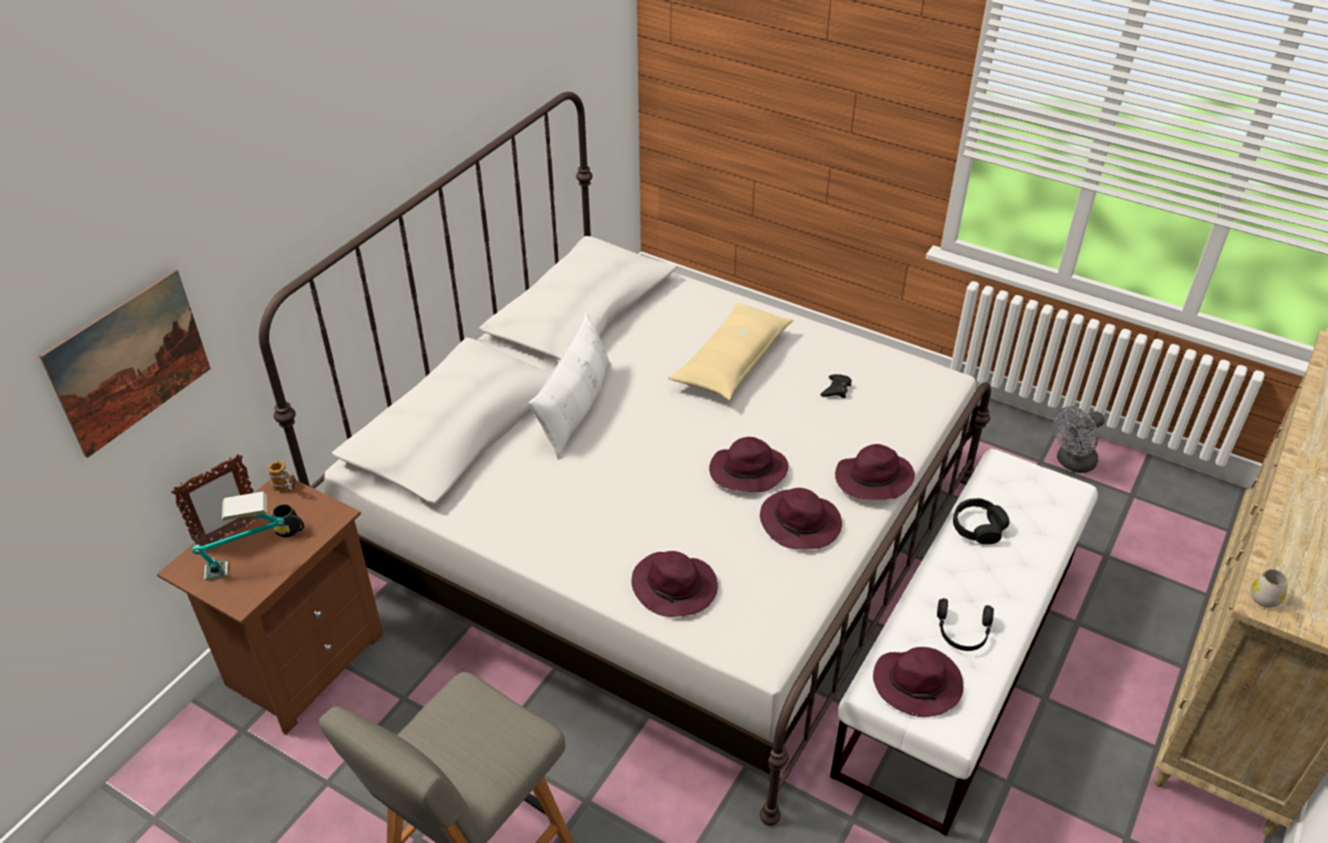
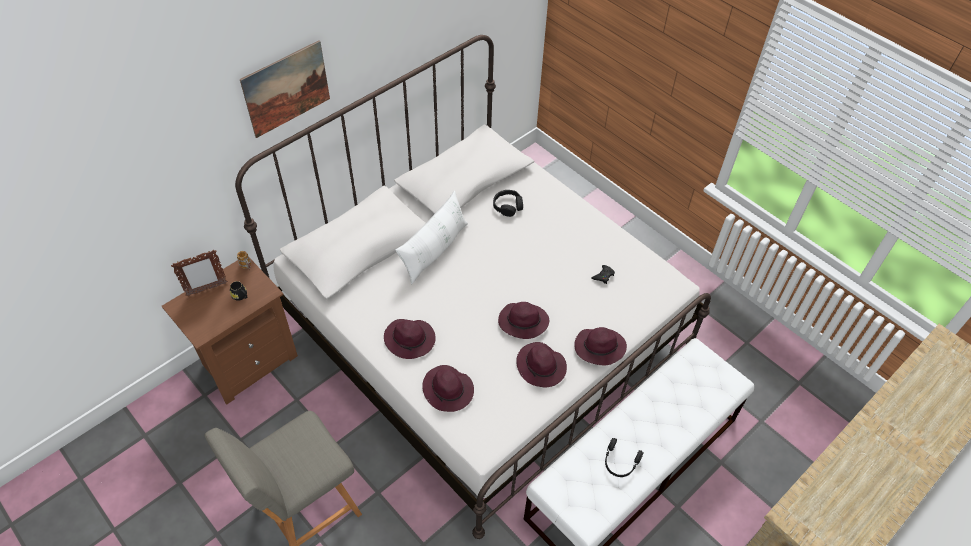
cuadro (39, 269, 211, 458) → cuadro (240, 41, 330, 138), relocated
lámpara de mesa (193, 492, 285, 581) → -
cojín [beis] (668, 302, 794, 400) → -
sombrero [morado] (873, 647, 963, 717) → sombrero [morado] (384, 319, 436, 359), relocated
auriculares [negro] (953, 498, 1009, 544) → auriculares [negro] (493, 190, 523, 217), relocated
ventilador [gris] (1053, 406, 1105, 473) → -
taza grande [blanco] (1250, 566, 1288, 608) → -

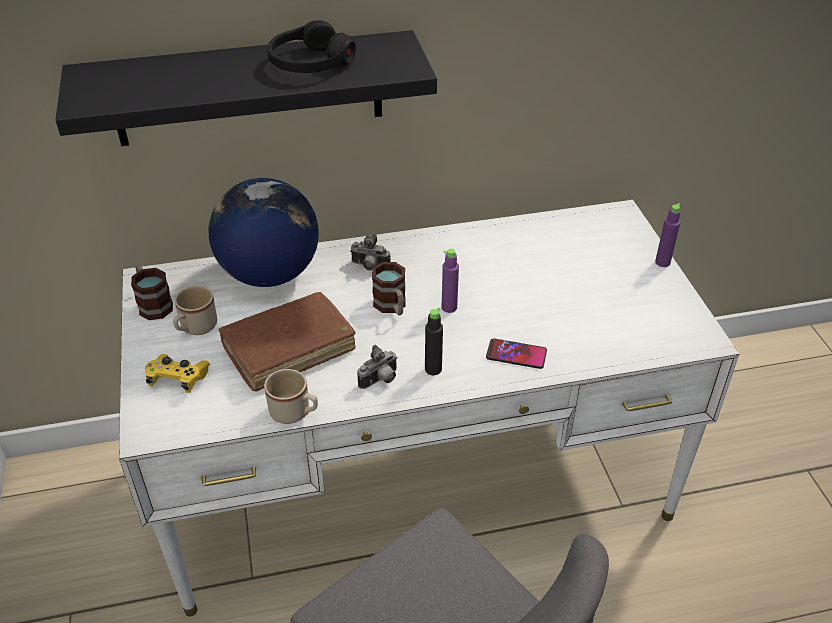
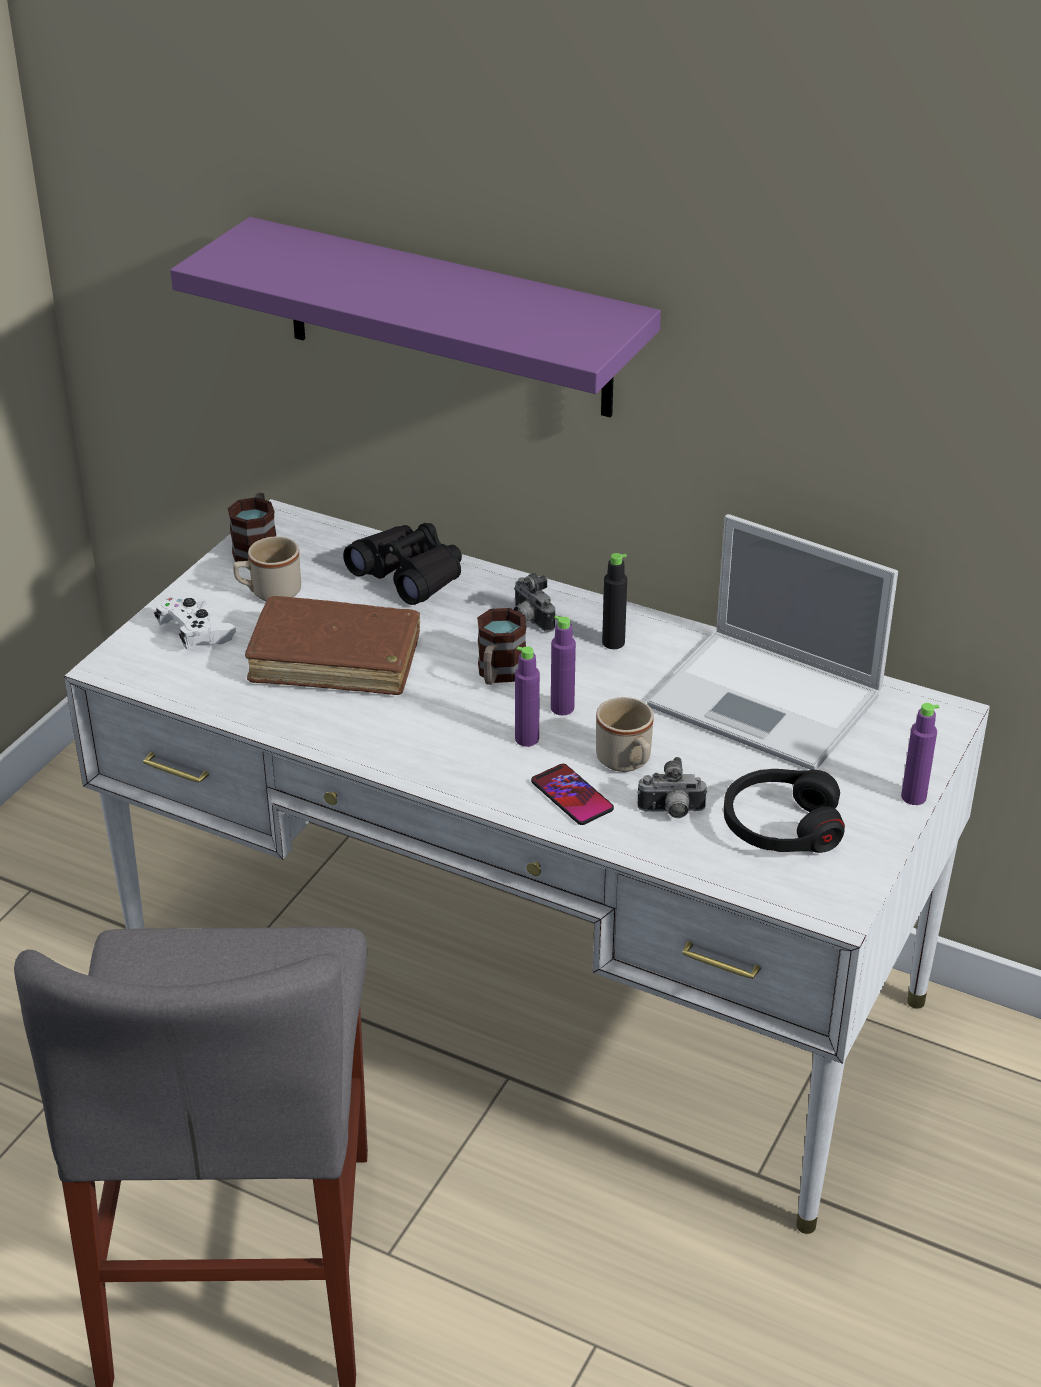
estante [negro] (56, 30, 437, 146) → estante [morado] (170, 217, 661, 418)
mando de consola [amarillo] (145, 354, 210, 393) → mando de consola [blanco] (154, 596, 236, 649)
globo terráqueo (209, 178, 319, 287) → prismáticos [negro] (343, 523, 462, 605)
taza grande [beis] (264, 369, 318, 424) → taza grande [beis] (596, 697, 654, 772), relocated
auriculares [negro] (267, 20, 356, 73) → auriculares [negro] (724, 769, 845, 853), relocated
cámara (357, 345, 398, 389) → cámara (637, 757, 707, 818), relocated
botella [negro] (425, 307, 443, 375) → botella [negro] (602, 553, 627, 649), relocated
- → botella [morado] (515, 646, 540, 747)
- → portátil (647, 514, 898, 770)

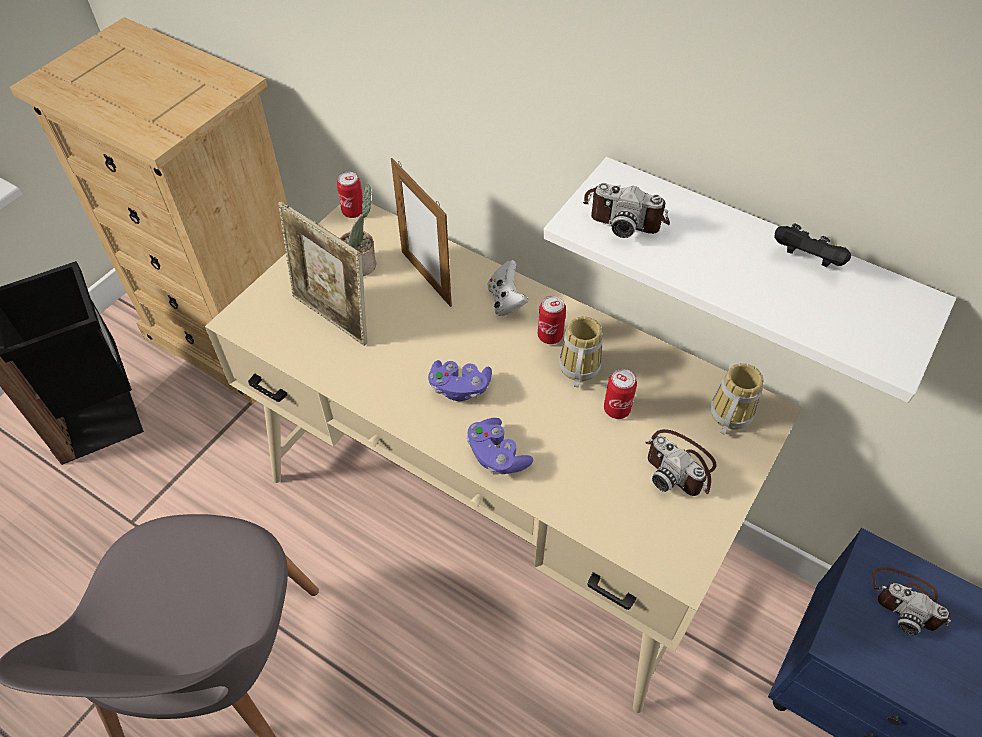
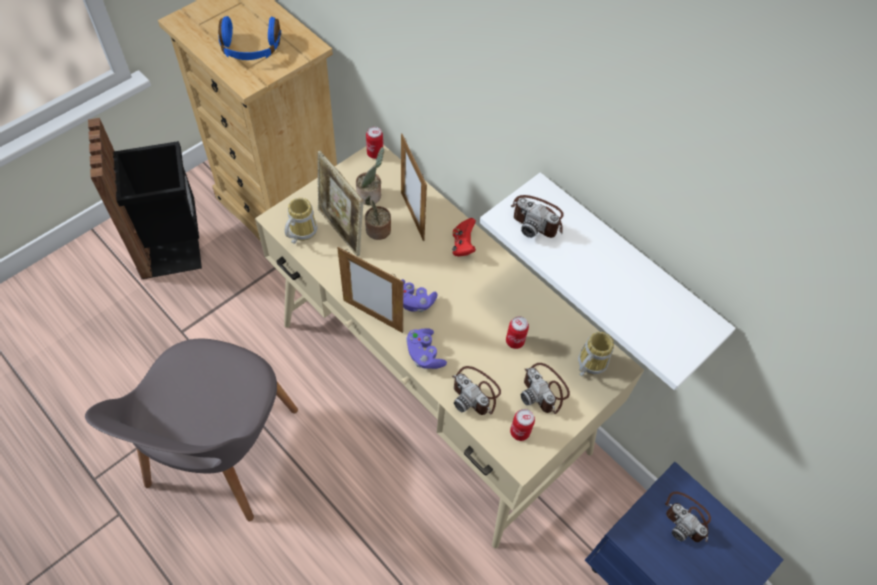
mando de consola [blanco] (487, 260, 528, 316) → mando de consola [rojo] (452, 218, 476, 257)
lata (538, 295, 566, 344) → lata (510, 409, 535, 441), relocated
taza grande (559, 316, 603, 387) → taza grande (285, 198, 318, 244), relocated
mando de consola [negro] (774, 224, 851, 267) → -
- → auriculares [azul] (218, 16, 281, 60)
- → portarretratos (337, 247, 403, 333)
- → planta en maceta (365, 196, 391, 240)
- → cámara (452, 366, 501, 415)

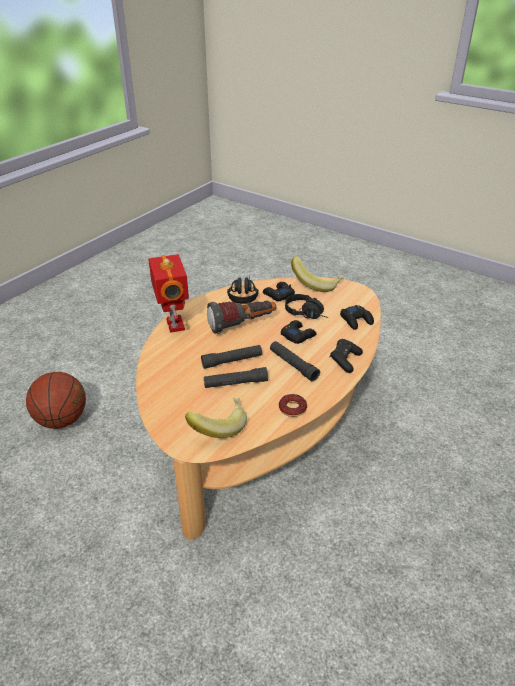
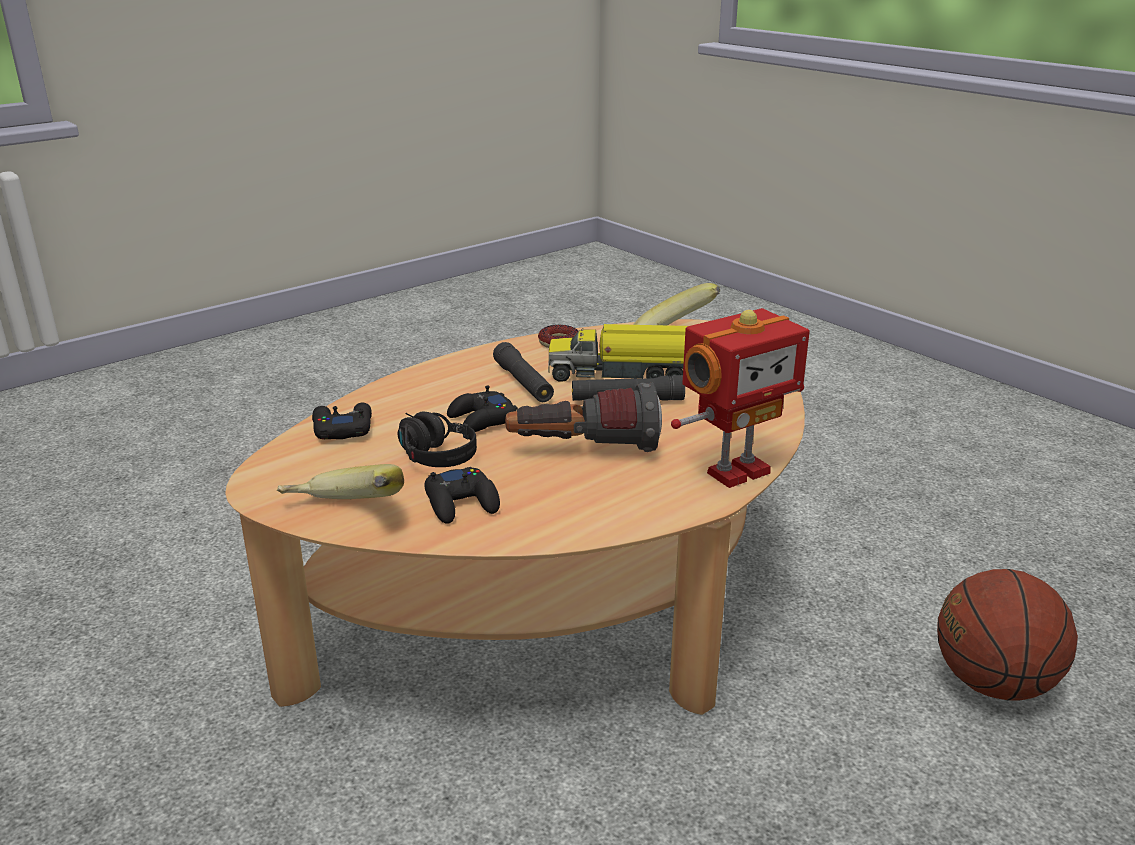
robot de juguete (148, 254, 189, 333) → robot de juguete (671, 308, 810, 488), 120 degrees counterclockwise
linterna [negro] (204, 367, 268, 388) → camión de juguete (548, 324, 687, 382)
auriculares [negro] (227, 276, 258, 304) → -
mando de consola [negro] (330, 339, 363, 373) → -

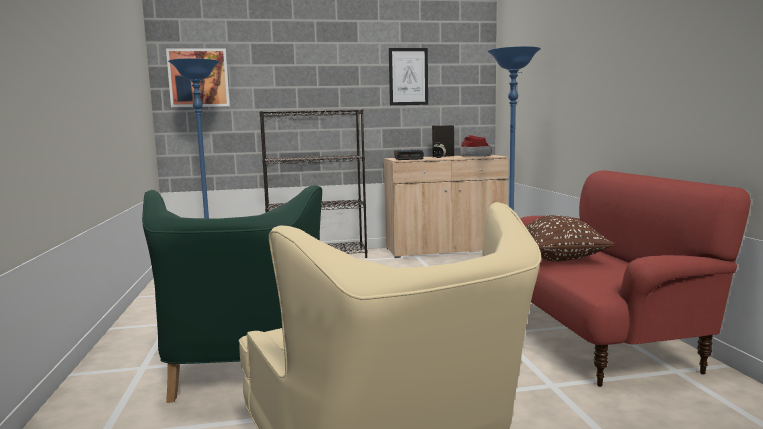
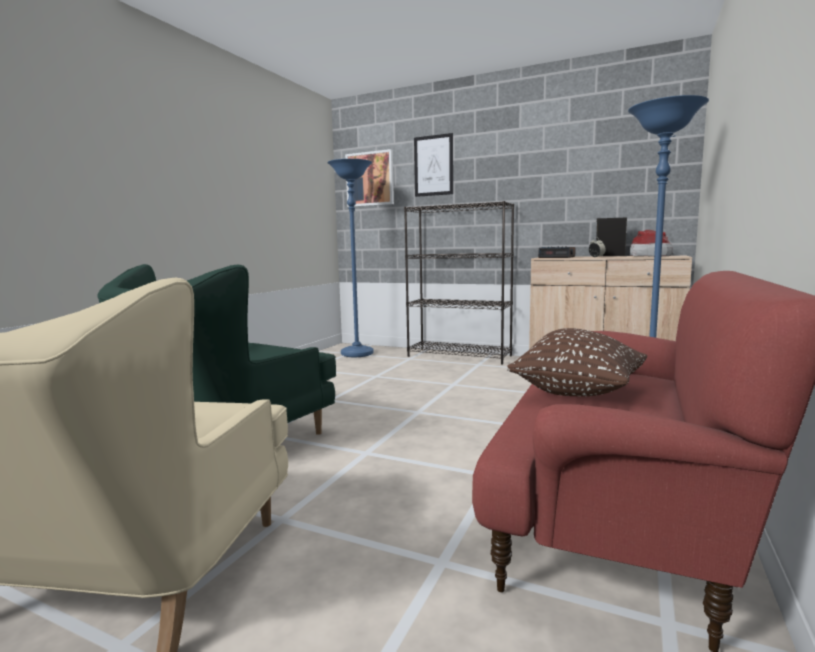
cuadro (389, 48, 428, 105) → cuadro (414, 133, 453, 197), relocated

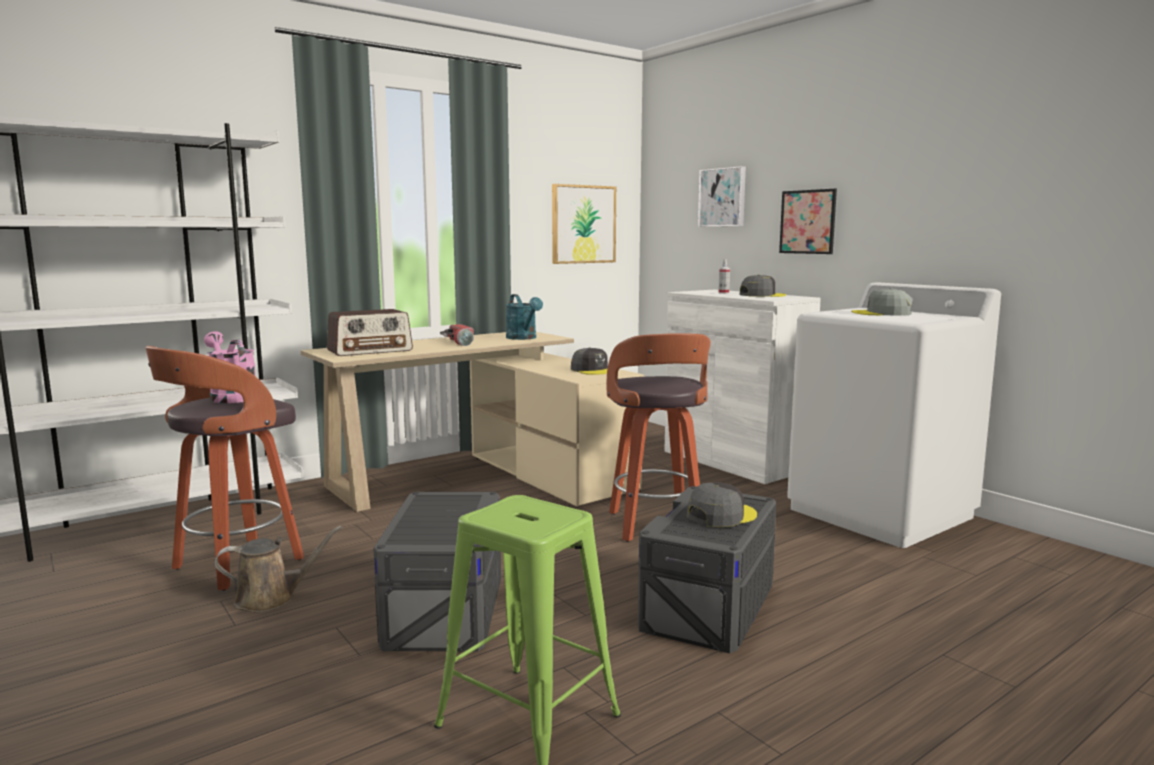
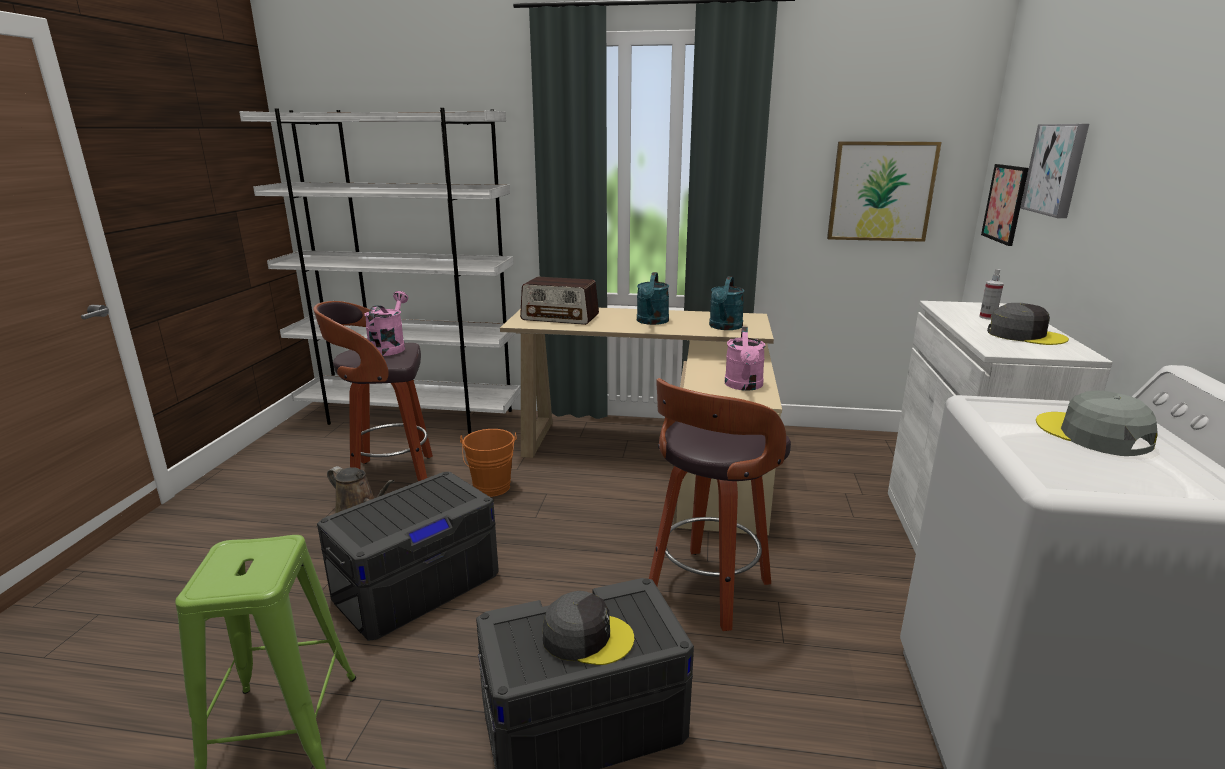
linterna (440, 324, 474, 346) → regadera [turquesa] (637, 272, 669, 325)
gorra [gris] (571, 347, 608, 375) → regadera [rosa] (725, 327, 766, 391)
cuadro (779, 189, 837, 254) → cuadro (981, 164, 1029, 246), relocated
- → cubo [naranja] (460, 429, 517, 497)

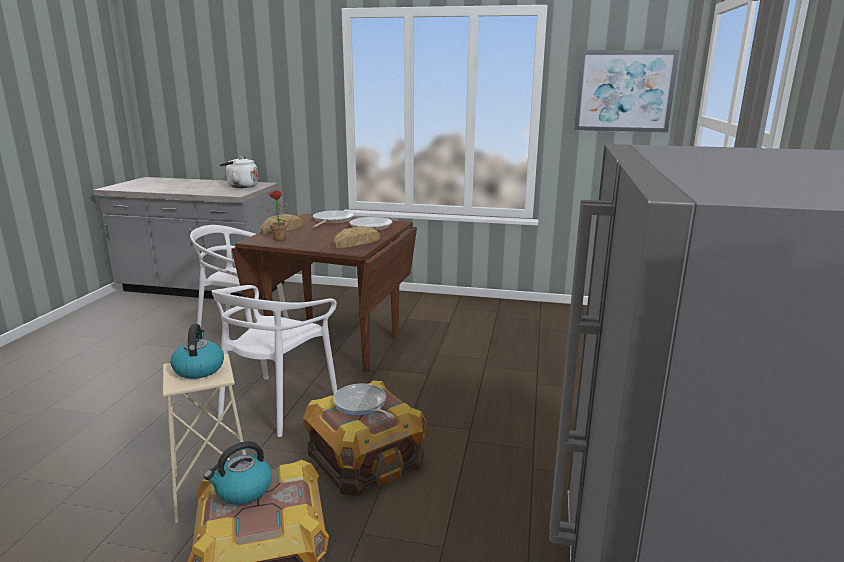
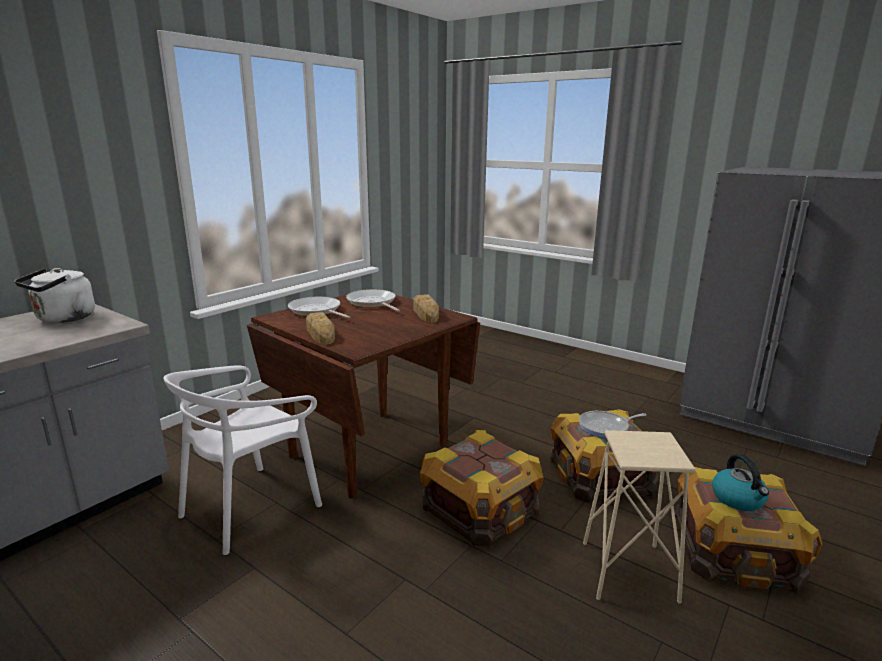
hervidor (171, 324, 224, 379) → -
silla [blanco] (212, 285, 338, 437) → caja de embalaje (420, 430, 544, 546)
planta en maceta (260, 190, 288, 241) → -
cuadro (574, 50, 680, 133) → -

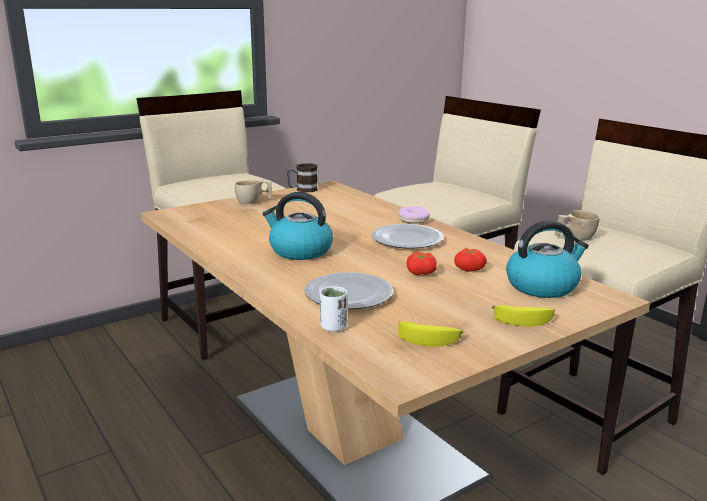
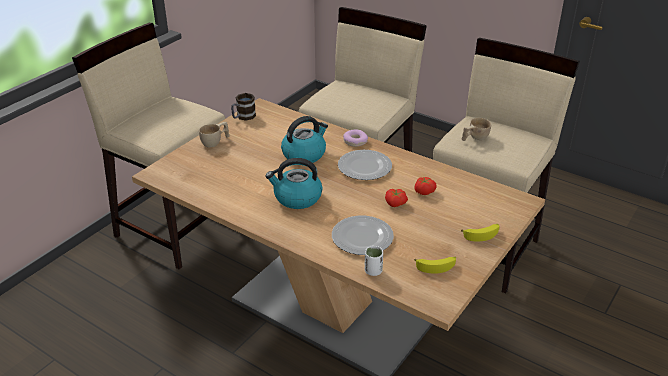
hervidor (506, 220, 589, 298) → hervidor (281, 116, 328, 163), relocated

